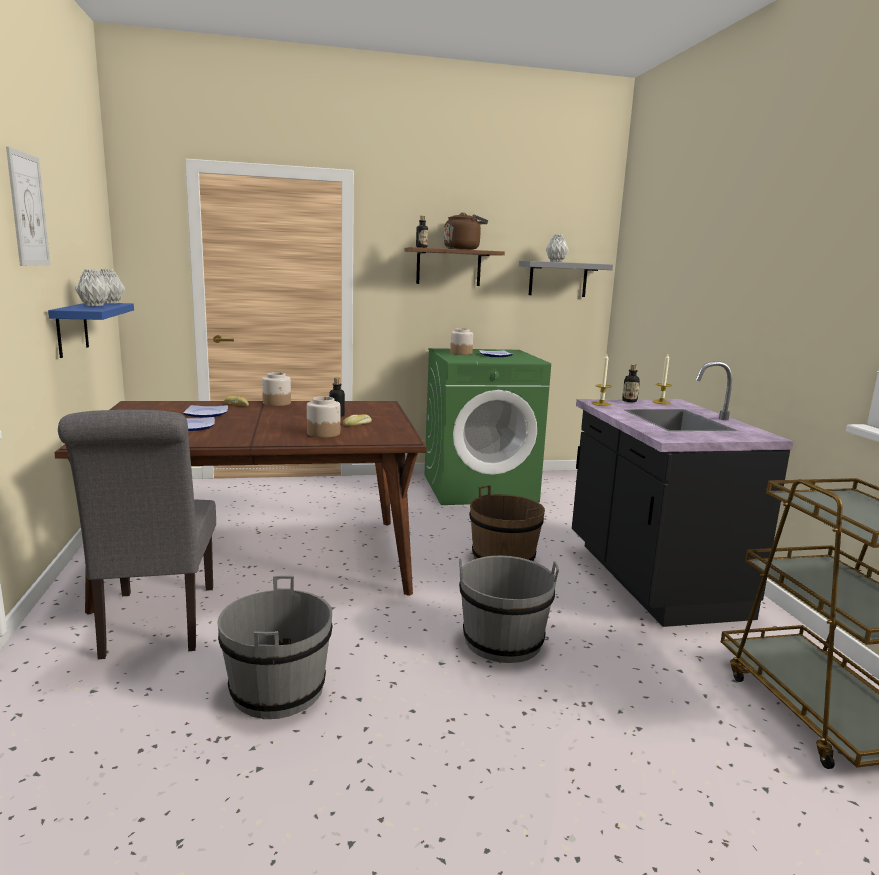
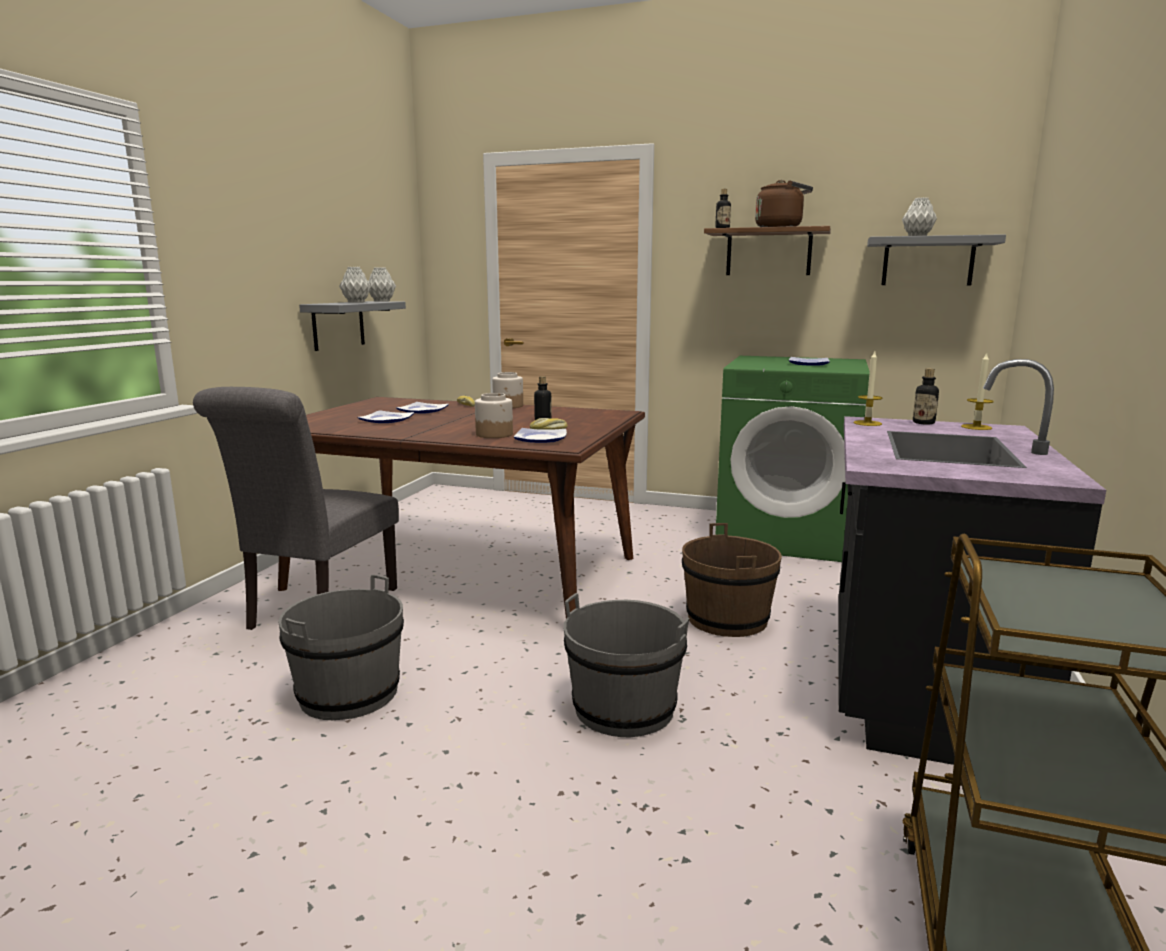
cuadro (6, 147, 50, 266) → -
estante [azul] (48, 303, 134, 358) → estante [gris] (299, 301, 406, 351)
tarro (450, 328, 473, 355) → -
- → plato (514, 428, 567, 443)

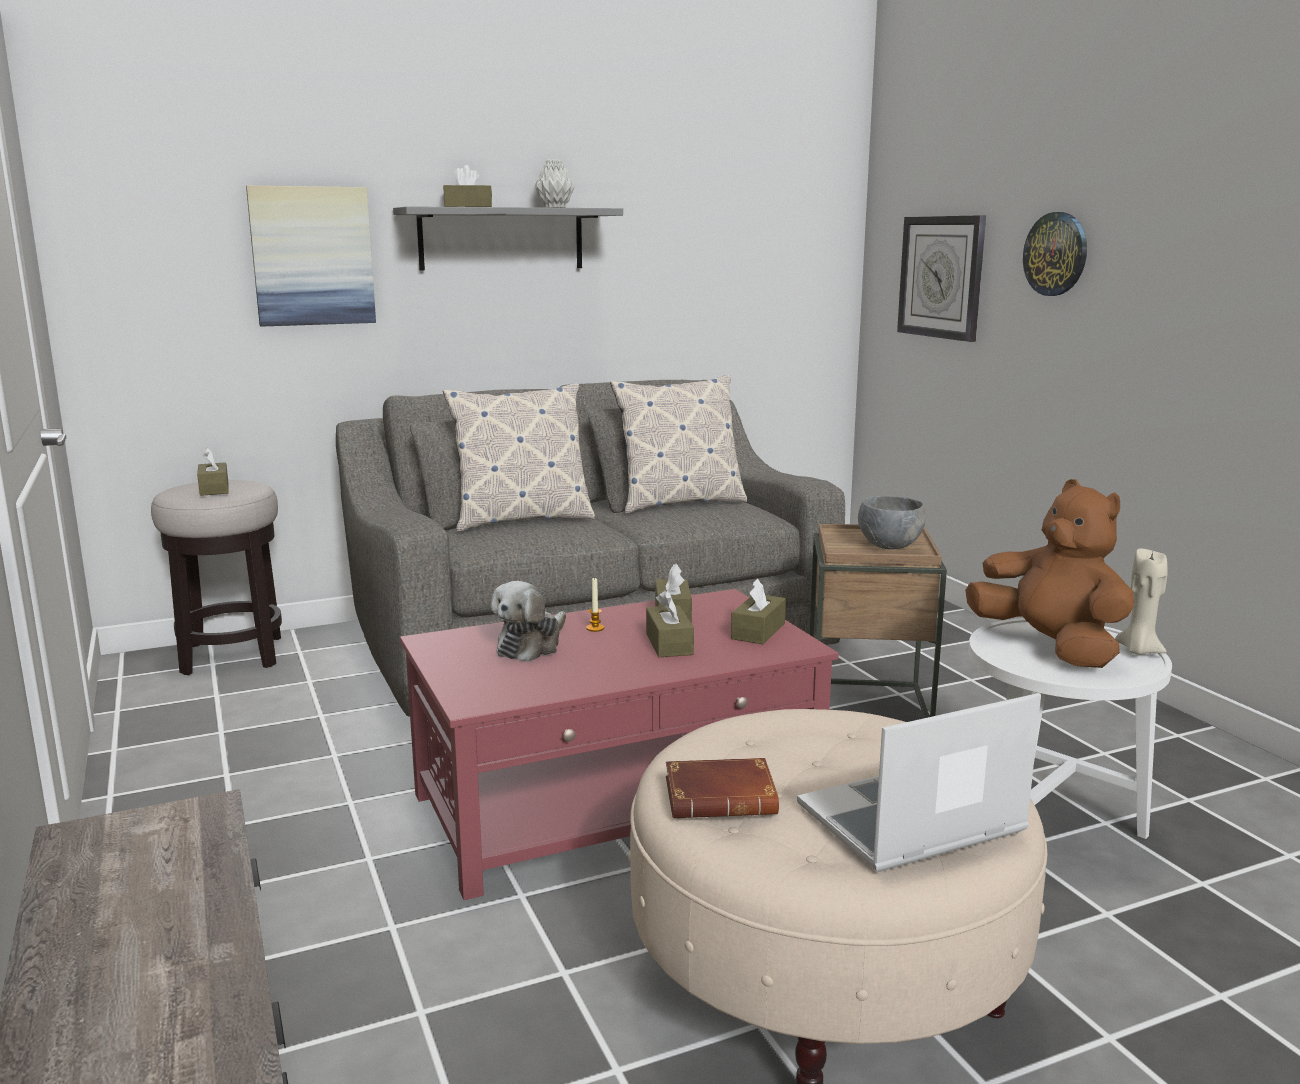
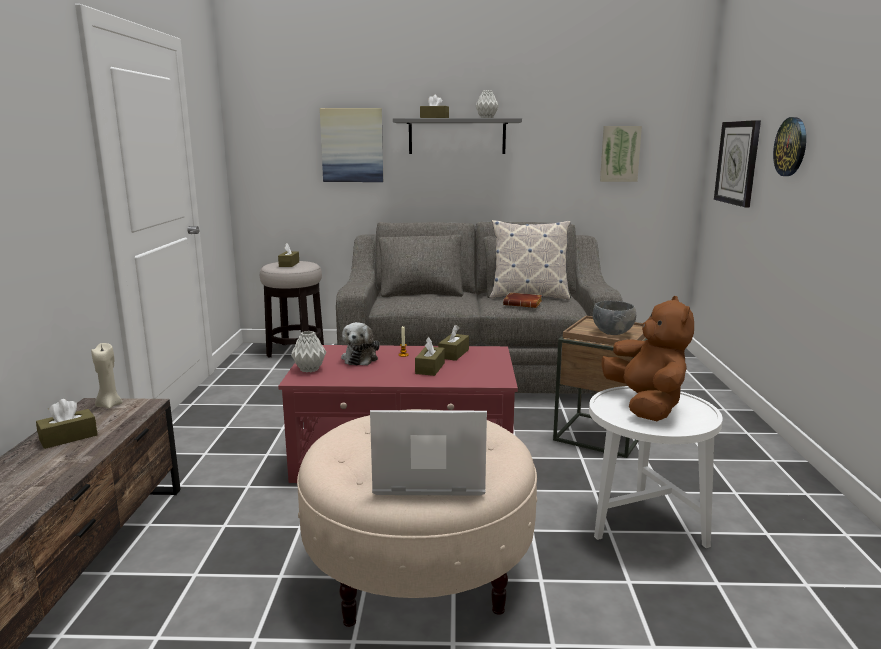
cojín (443, 383, 595, 531) → -
peluche (491, 581, 566, 662) → peluche (341, 322, 380, 366), 45 degrees counterclockwise
libro [marrón] (666, 758, 779, 819) → libro [marrón] (503, 293, 542, 308), relocated
caja de pañuelos [marrón] (731, 578, 786, 644) → caja de pañuelos [marrón] (36, 399, 98, 449), relocated
vela [beis] (1115, 549, 1168, 655) → vela [beis] (91, 343, 123, 409), relocated
- → florero [gris] (291, 331, 326, 373)
- → cuadro (600, 126, 642, 182)

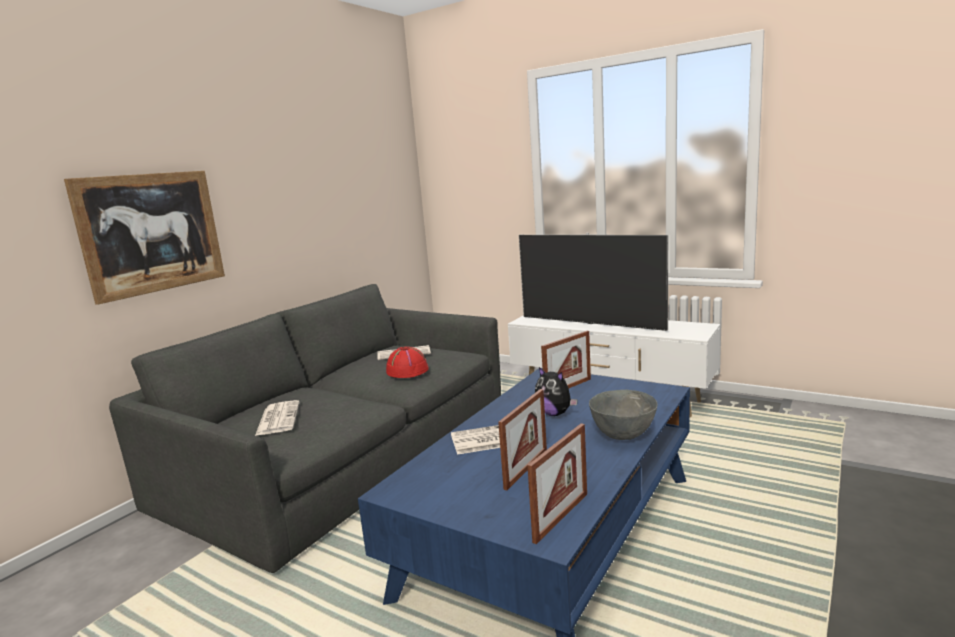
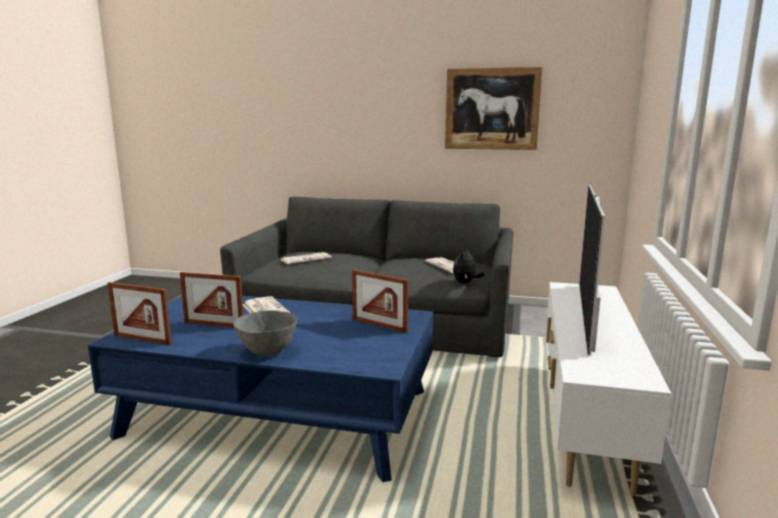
cuadro (64, 171, 225, 305) → cuadro (445, 67, 542, 150), relocated
sombrero [rojo] (386, 346, 429, 378) → -
peluche (535, 367, 578, 416) → peluche (453, 247, 484, 283), relocated

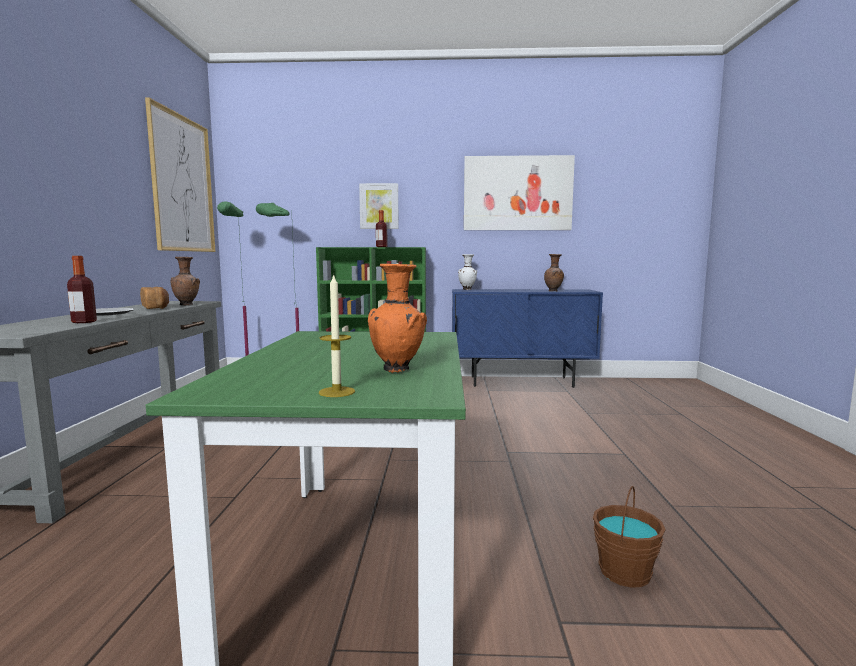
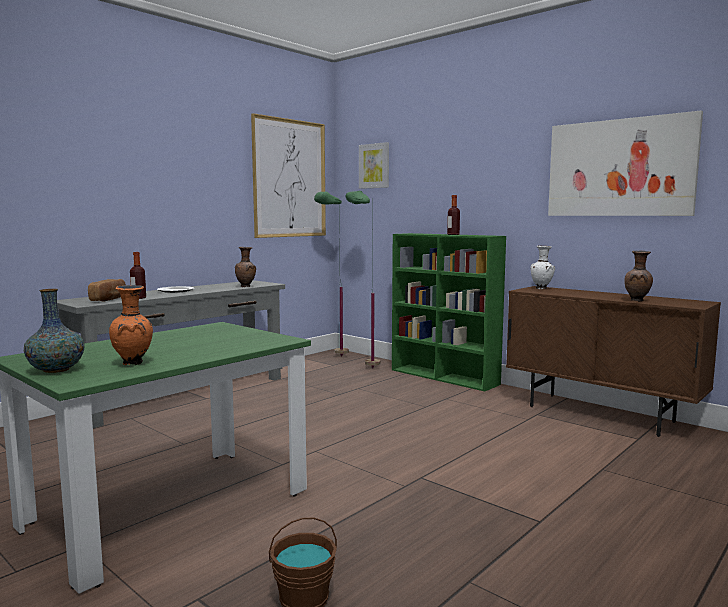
pan (140, 287, 169, 309) → pan (88, 279, 126, 302), relocated
vela (319, 273, 355, 397) → florero (24, 289, 85, 373)
cuadro (359, 183, 399, 229) → cuadro (359, 142, 389, 189), relocated
armario [azul] (452, 289, 603, 388) → armario [marrón] (506, 286, 721, 437)

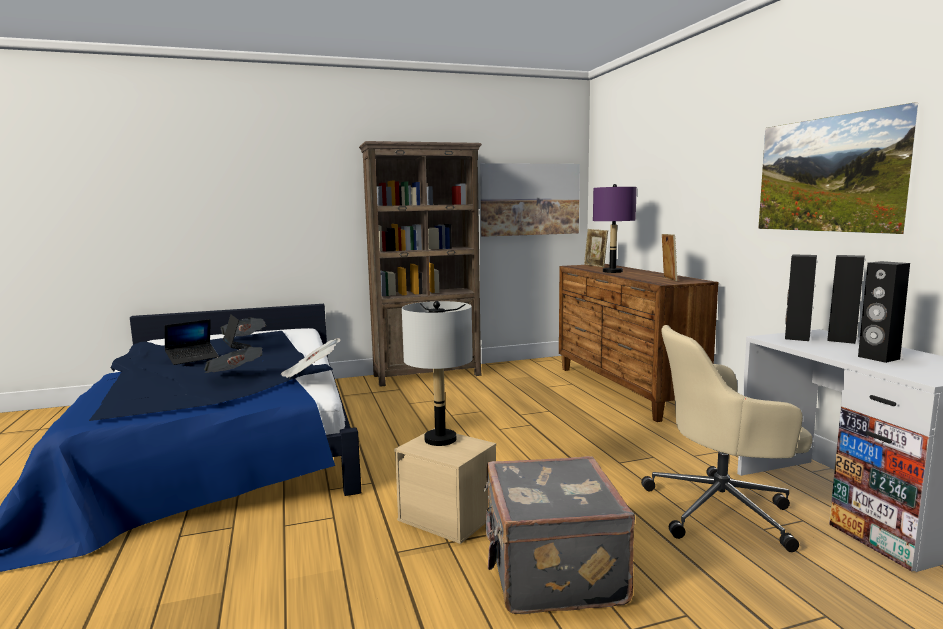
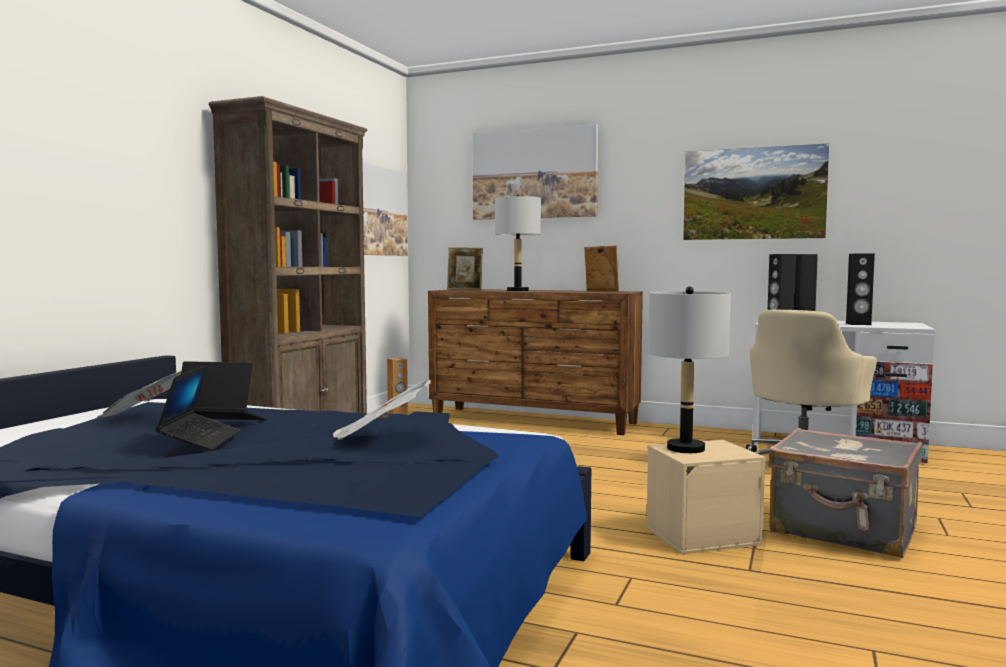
periódico (281, 338, 340, 378) → -
lámpara de mesa [morado] (593, 184, 637, 273) → lámpara de mesa [gris] (495, 195, 541, 291)
- → altavoz [marrón] (387, 358, 408, 414)
- → cuadro (473, 124, 598, 220)

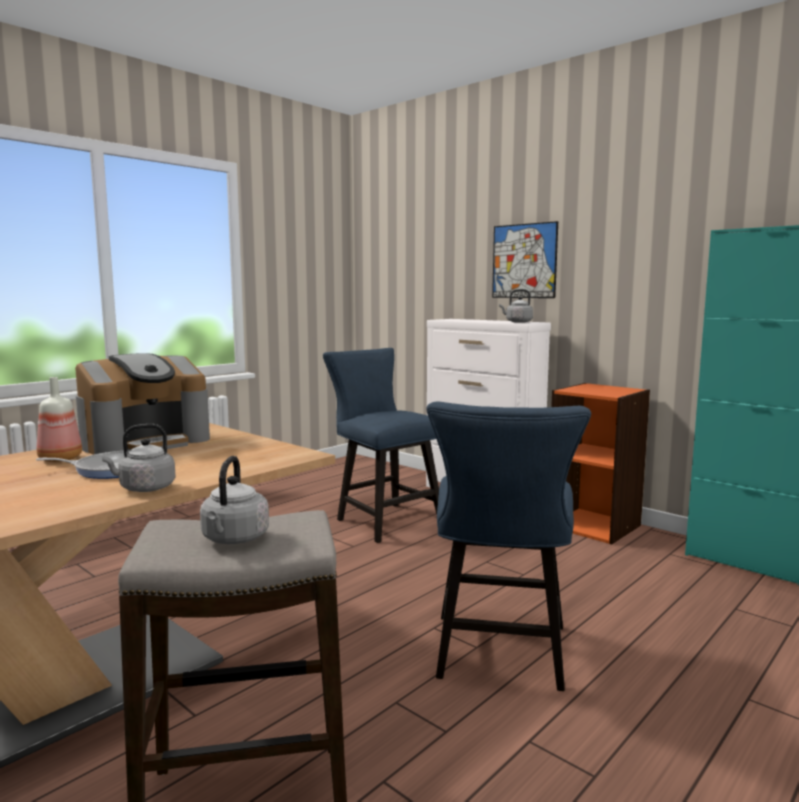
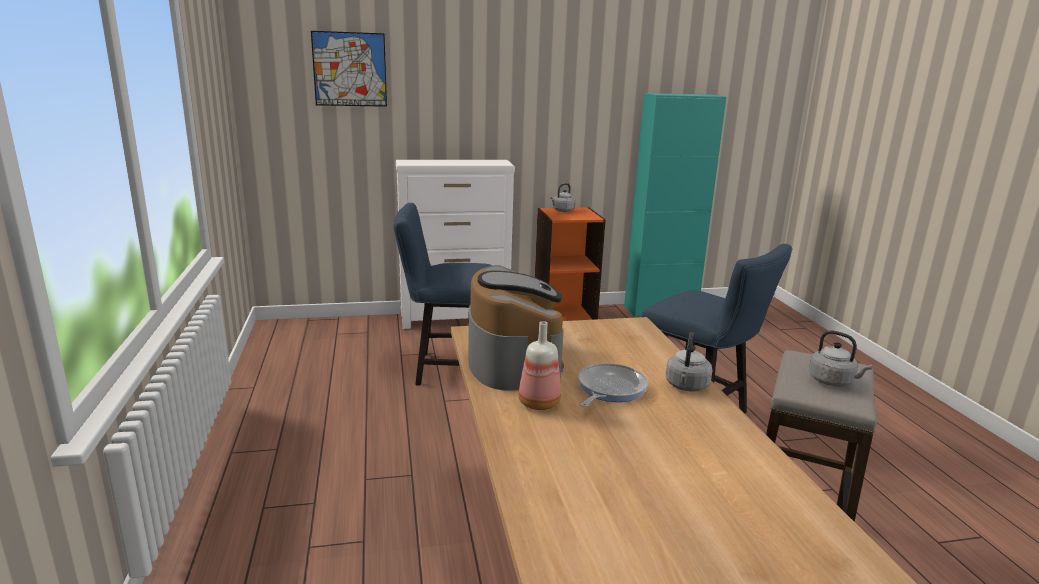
cuadro (492, 221, 558, 298) → cuadro (311, 31, 387, 107), relocated
hervidor [gris] (499, 289, 533, 323) → hervidor [gris] (550, 183, 575, 212), relocated

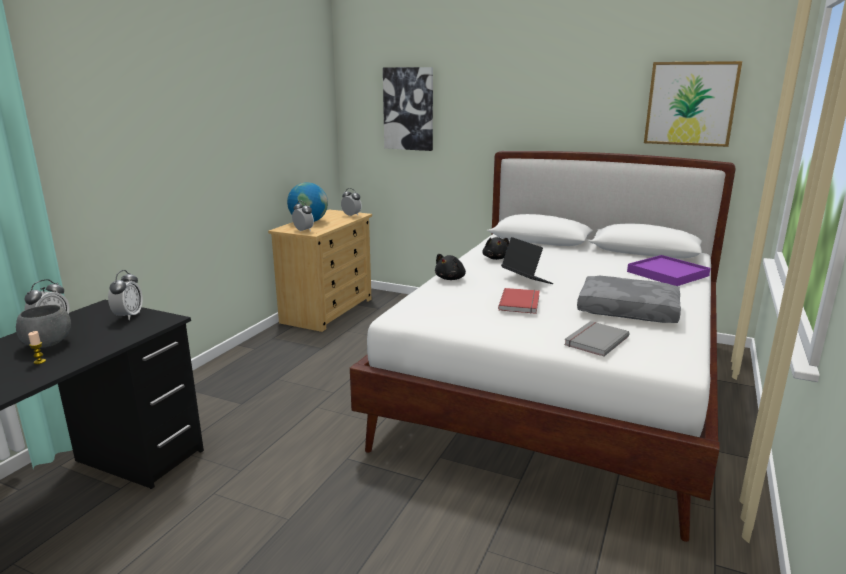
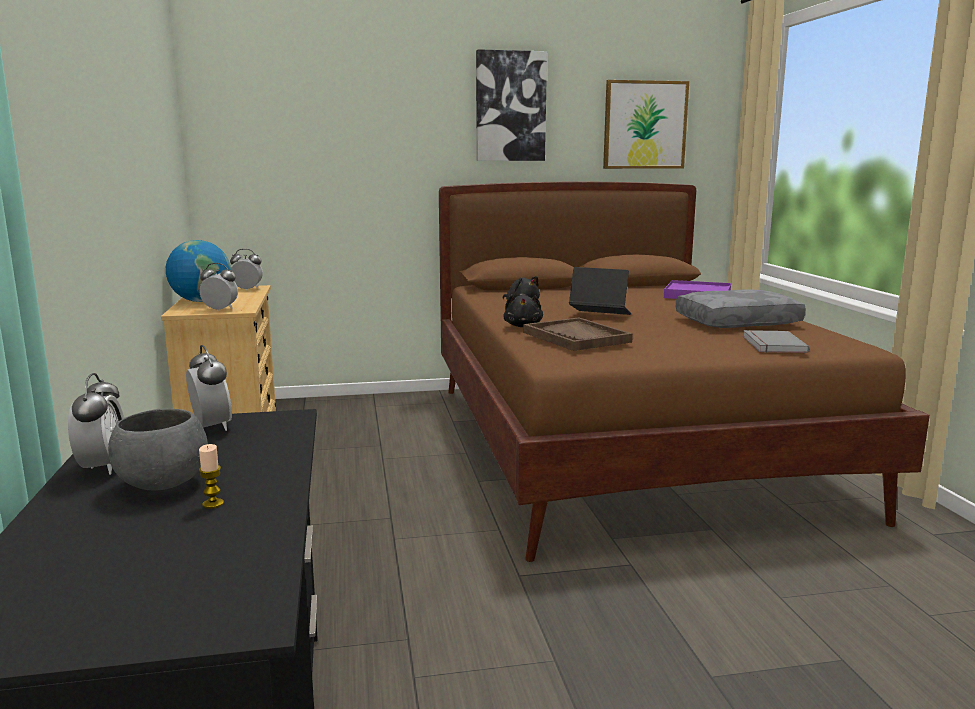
cama [blanco] (350, 151, 736, 542) → cama [marrón] (439, 182, 930, 562)
cuadro (383, 67, 433, 151) → cuadro (476, 49, 547, 161), relocated
libro [rojo] (498, 288, 540, 314) → -
- → bandeja [marrón] (523, 317, 633, 351)

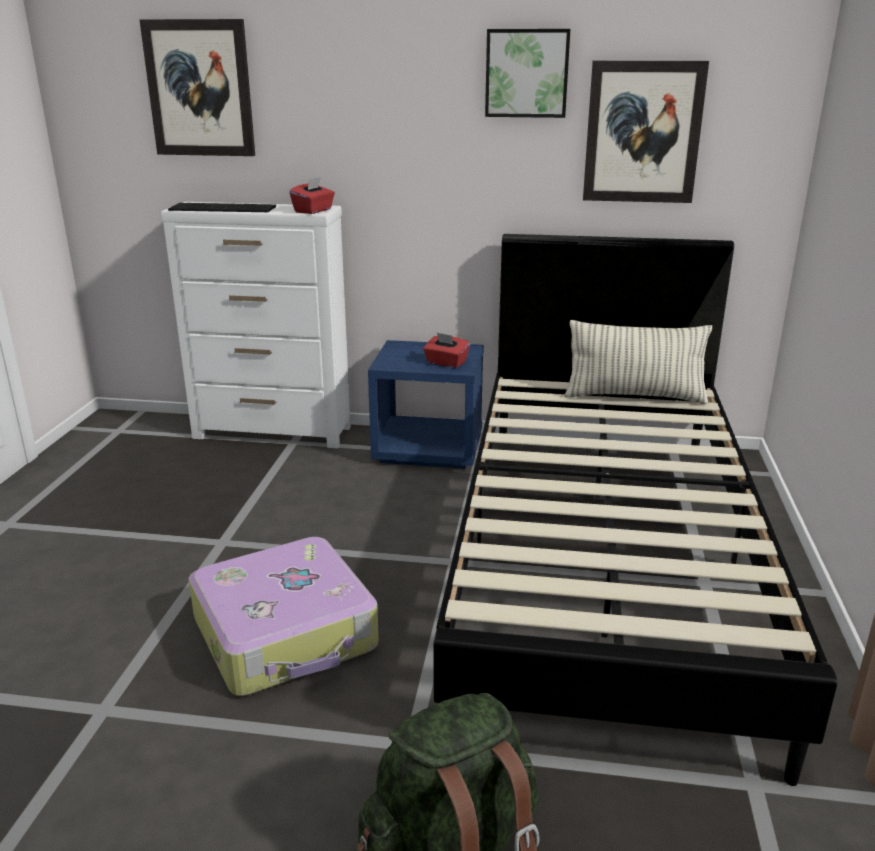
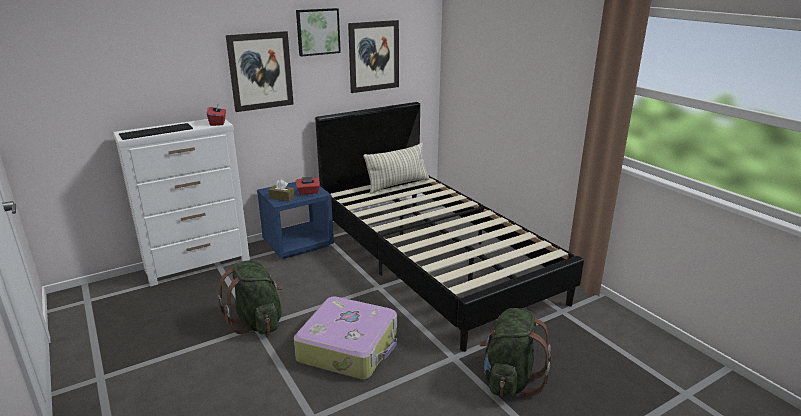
cuadro (139, 19, 255, 156) → cuadro (226, 31, 294, 112), relocated
- → mochila [verde] (218, 260, 282, 334)
- → caja de pañuelos [marrón] (268, 179, 295, 201)

